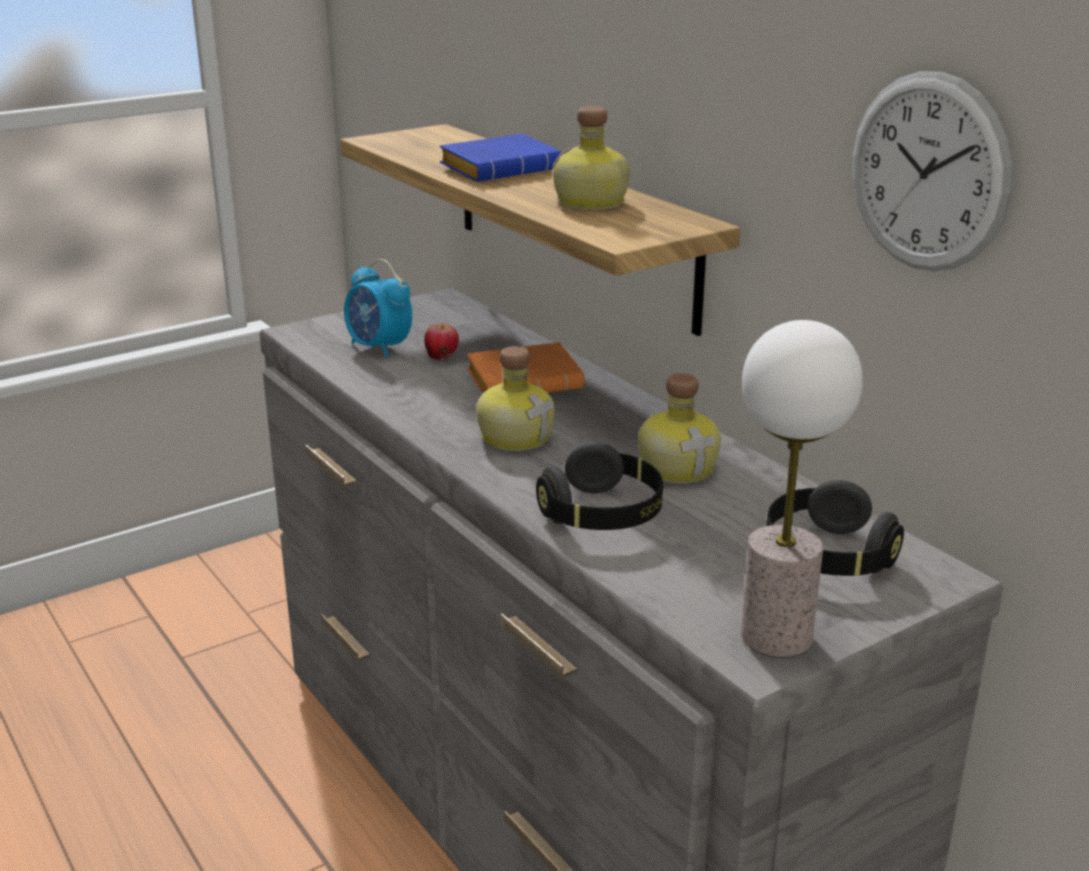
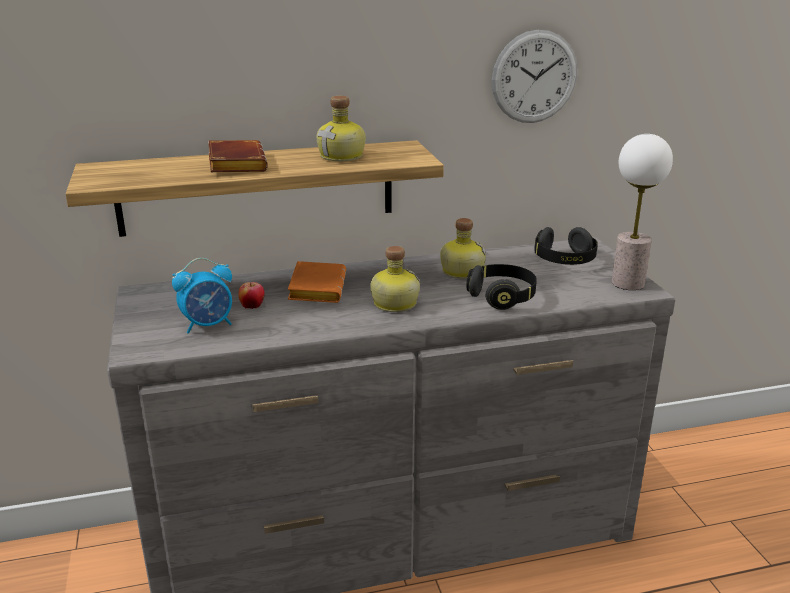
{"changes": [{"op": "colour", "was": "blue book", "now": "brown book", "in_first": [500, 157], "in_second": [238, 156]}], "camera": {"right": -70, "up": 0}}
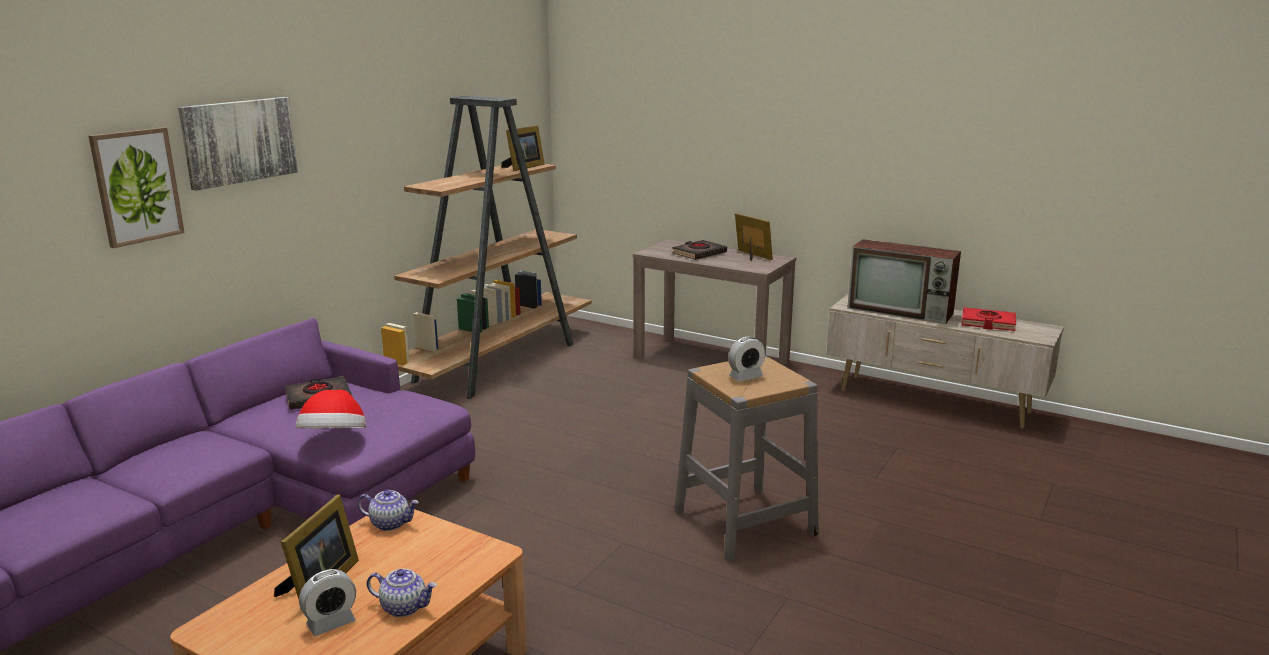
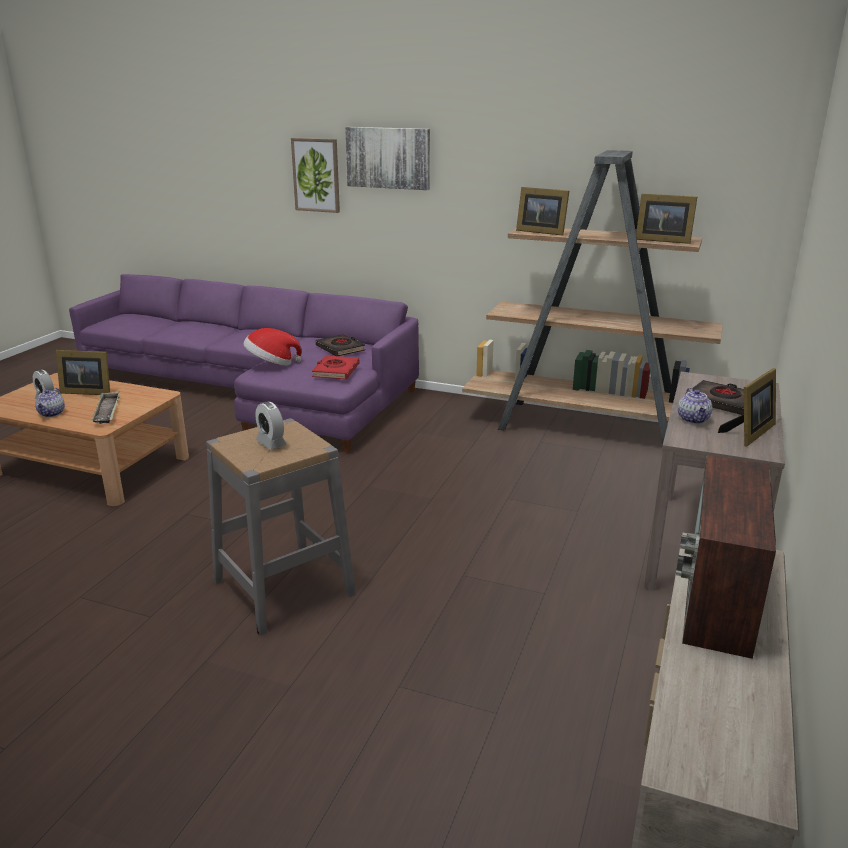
{"changes": [{"op": "appeared", "now": "tray", "in_second": [106, 408]}, {"op": "appeared", "now": "picture frame", "in_second": [542, 211]}, {"op": "relocated", "was": "teapot", "in_first": [388, 510], "in_second": [695, 406]}, {"op": "relocated", "was": "red book", "in_first": [989, 319], "in_second": [335, 367]}], "camera": {"right": 80, "up": 5}}
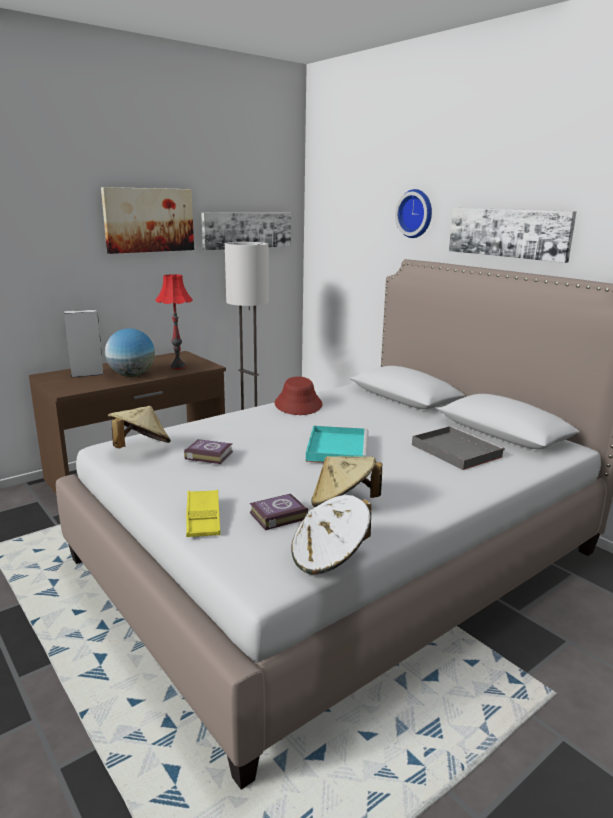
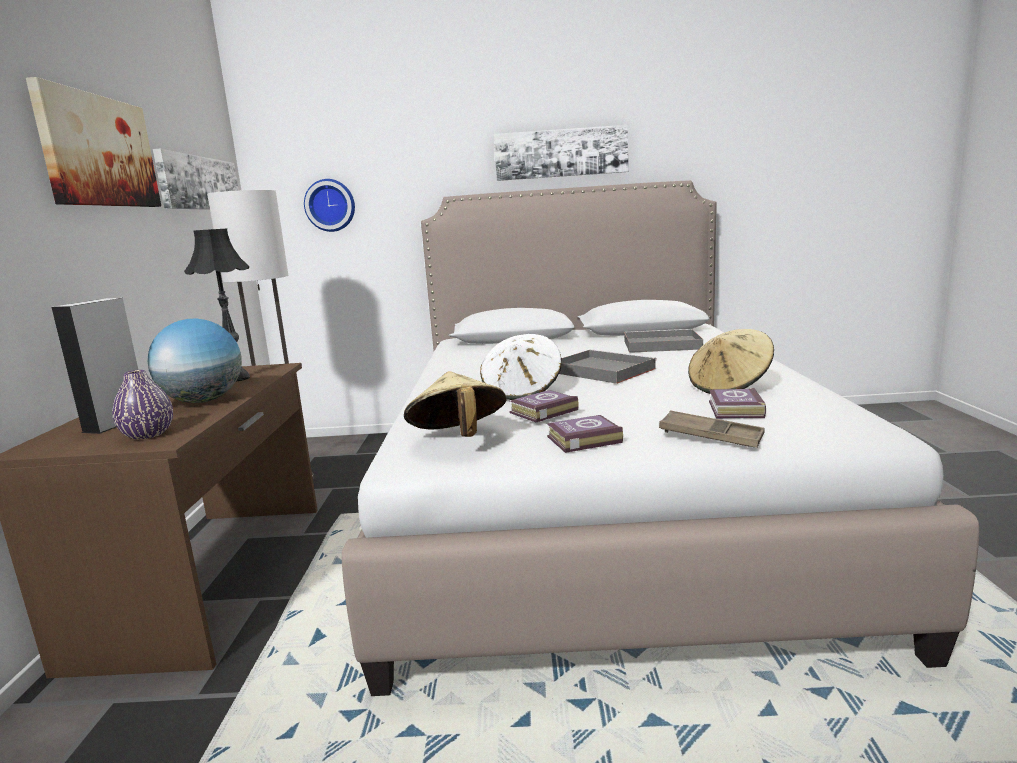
{"changes": [{"op": "missing", "was": "red hat", "in_first": [298, 396]}, {"op": "appeared", "now": "purple vase", "in_second": [142, 405]}, {"op": "appeared", "now": "book", "in_second": [585, 434]}, {"op": "relocated", "was": "white hat", "in_first": [331, 535], "in_second": [521, 367]}, {"op": "relocated", "was": "wall clock", "in_first": [413, 213], "in_second": [329, 205]}, {"op": "colour", "was": "red table lamp", "now": "black table lamp", "in_first": [174, 321], "in_second": [217, 305]}, {"op": "colour", "was": "yellow tray", "now": "brown tray", "in_first": [203, 513], "in_second": [712, 429]}, {"op": "colour", "was": "turquoise tray", "now": "grey tray", "in_first": [337, 444], "in_second": [608, 366]}], "camera": {"right": -50, "up": -5}}
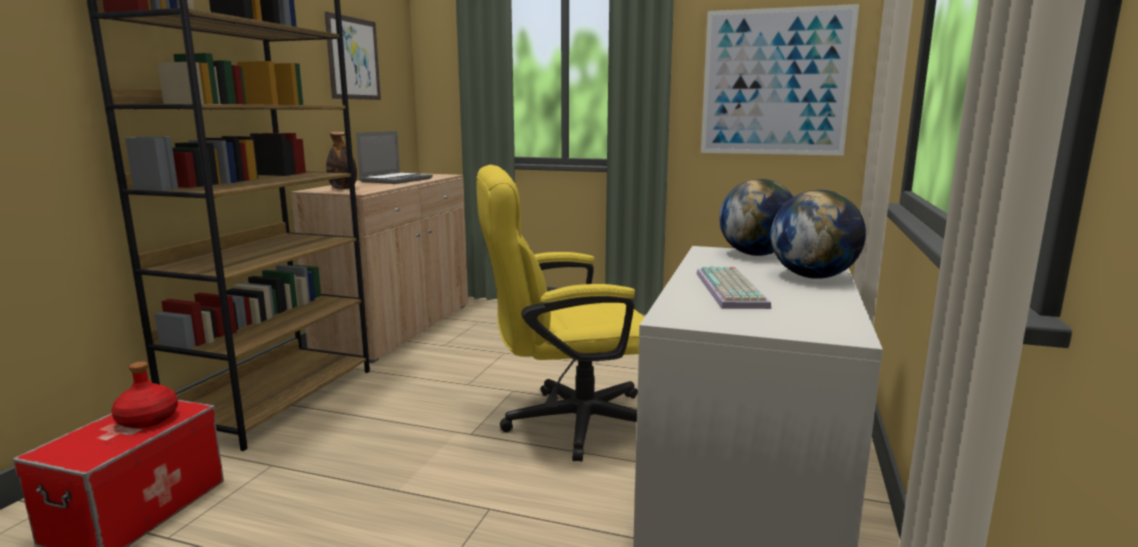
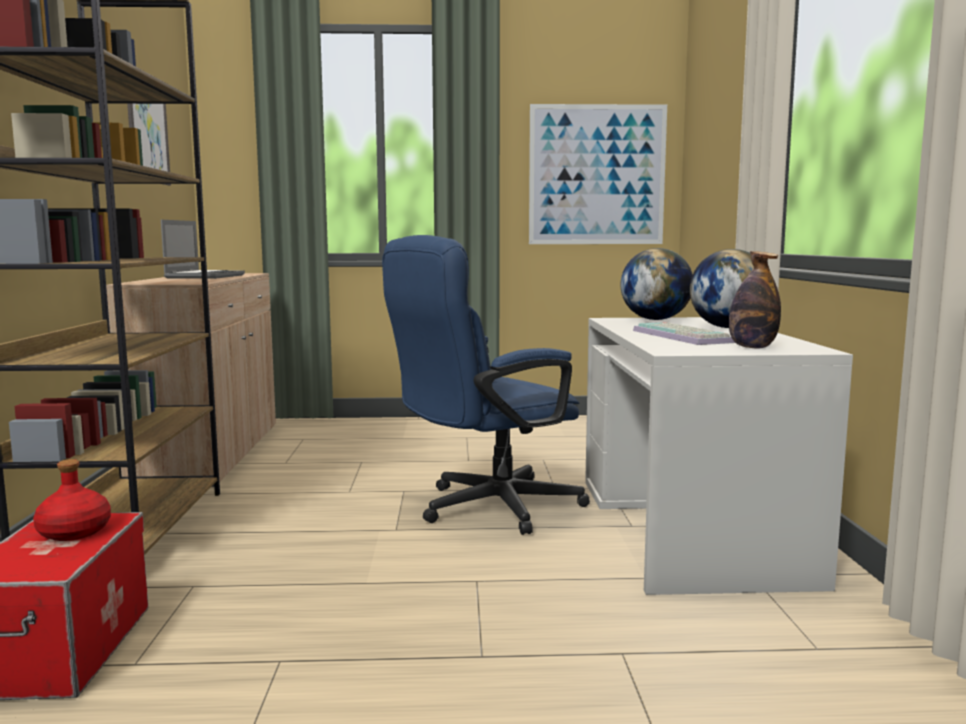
{"changes": [{"op": "relocated", "was": "bottle", "in_first": [341, 160], "in_second": [755, 300]}, {"op": "colour", "was": "yellow office chair", "now": "blue office chair", "in_first": [560, 313], "in_second": [486, 385]}], "camera": {"right": -20, "up": -5}}
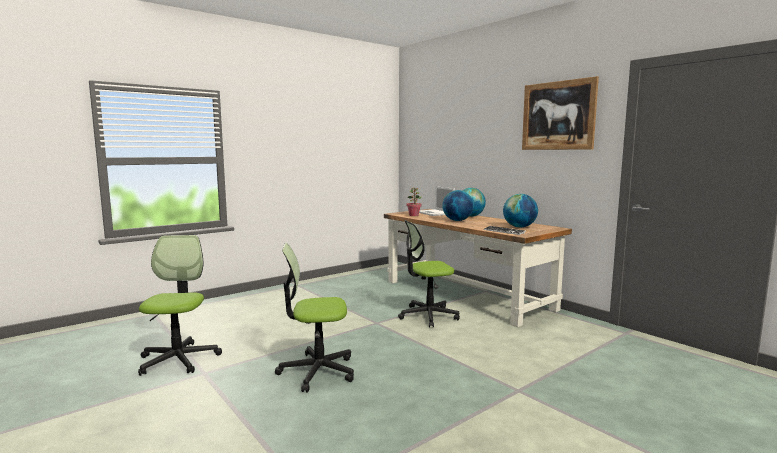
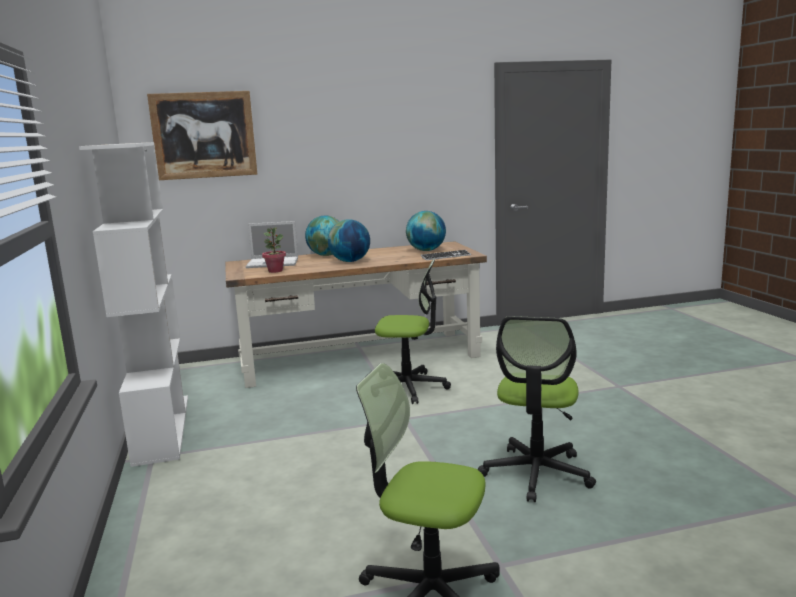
{"changes": [{"op": "appeared", "now": "white bookcase", "in_second": [133, 304]}, {"op": "relocated", "was": "picture", "in_first": [560, 113], "in_second": [202, 135]}, {"op": "spun", "was": "office chair", "in_first": [429, 273], "in_second": [413, 331], "clockwise": -90}], "camera": {"right": -65, "up": 5}}
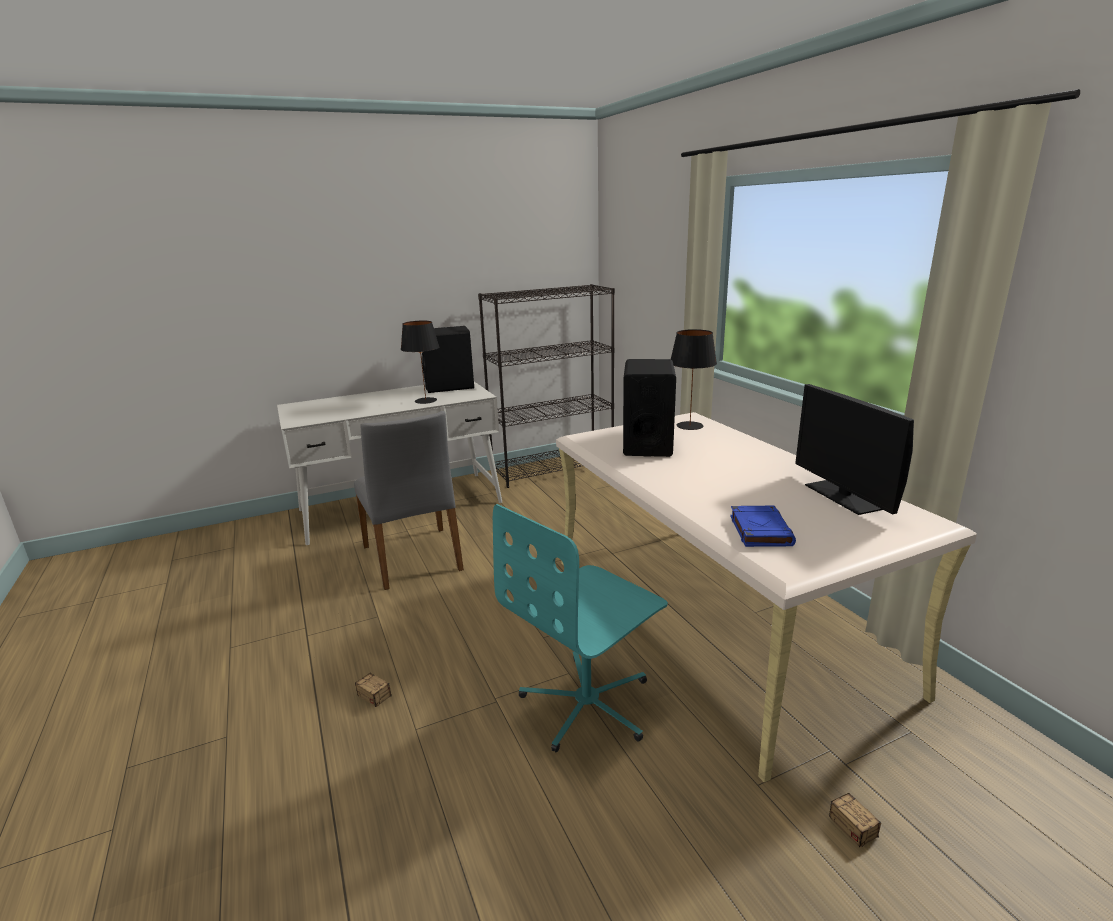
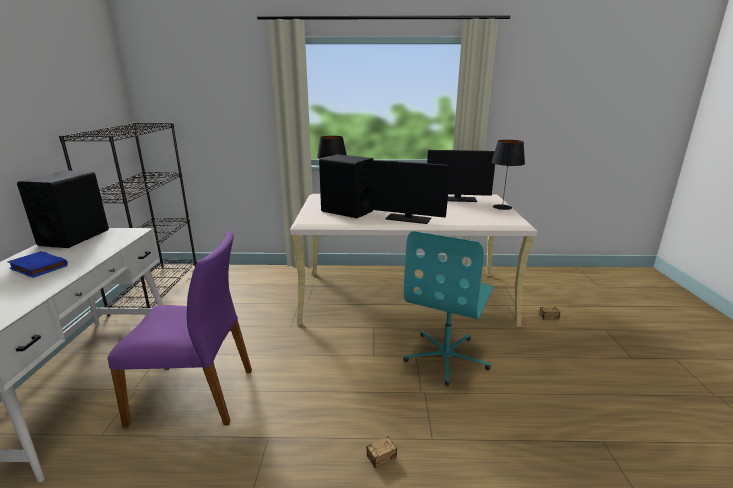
{"changes": [{"op": "appeared", "now": "monitor", "in_second": [411, 192]}, {"op": "relocated", "was": "black table lamp", "in_first": [420, 362], "in_second": [508, 175]}, {"op": "relocated", "was": "blue book", "in_first": [763, 526], "in_second": [37, 264]}, {"op": "colour", "was": "grey chair", "now": "purple chair", "in_first": [409, 500], "in_second": [180, 329]}, {"op": "spun", "was": "turquoise office chair", "in_first": [580, 628], "in_second": [448, 308], "clockwise": 45}], "camera": {"right": -65, "up": 0}}
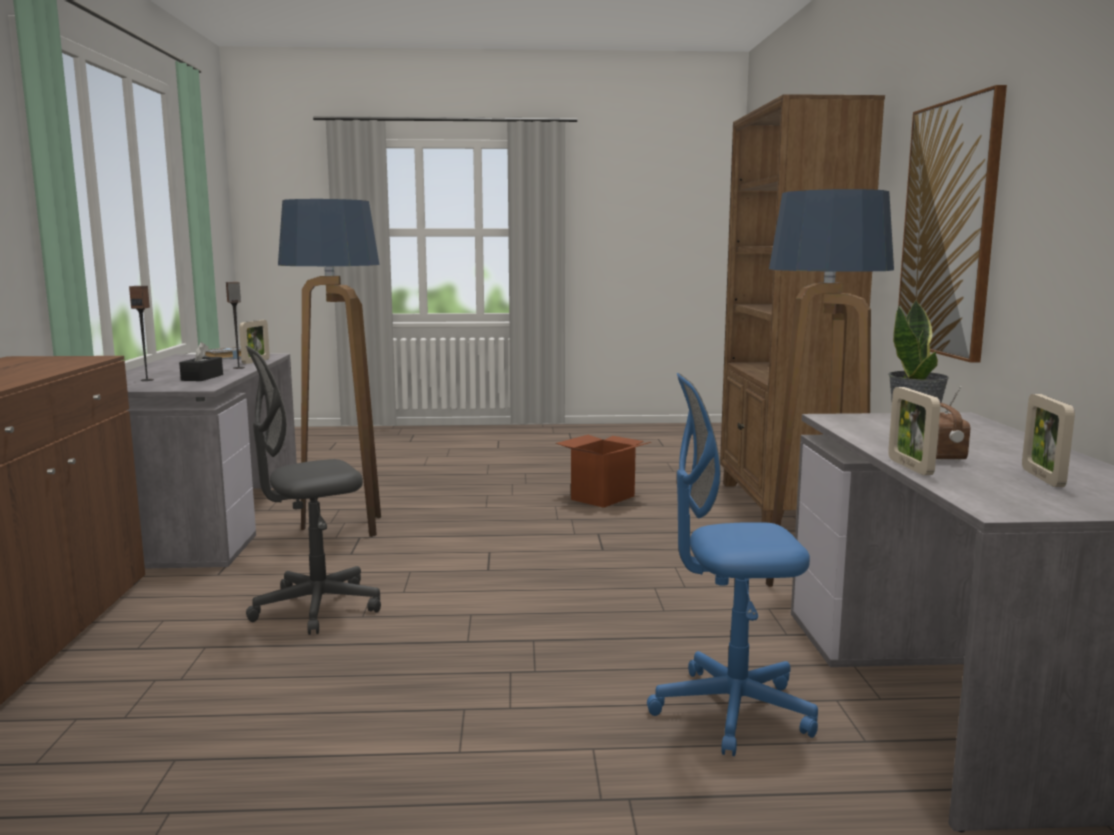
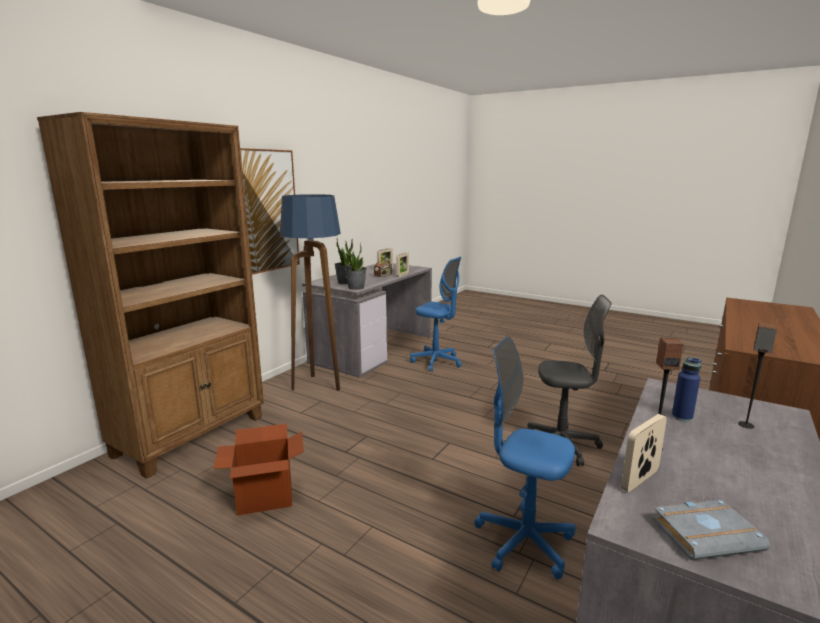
{"changes": [{"op": "appeared", "now": "potted plant", "in_second": [356, 265]}, {"op": "exchanged", "was": "black tissue box", "now": "blue bottle", "in_first": [201, 361], "in_second": [687, 389]}, {"op": "exchanged", "was": "floor lamp", "now": "blue office chair", "in_first": [329, 368], "in_second": [525, 457]}], "camera": {"right": -145, "up": 5}}
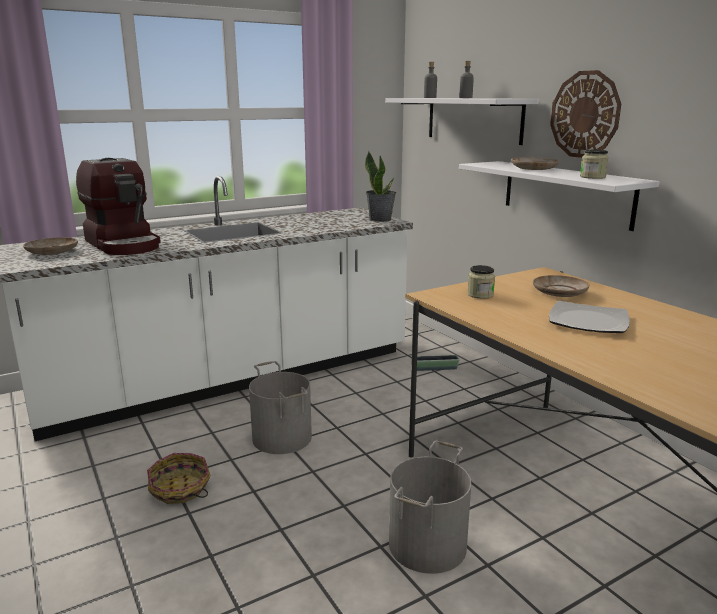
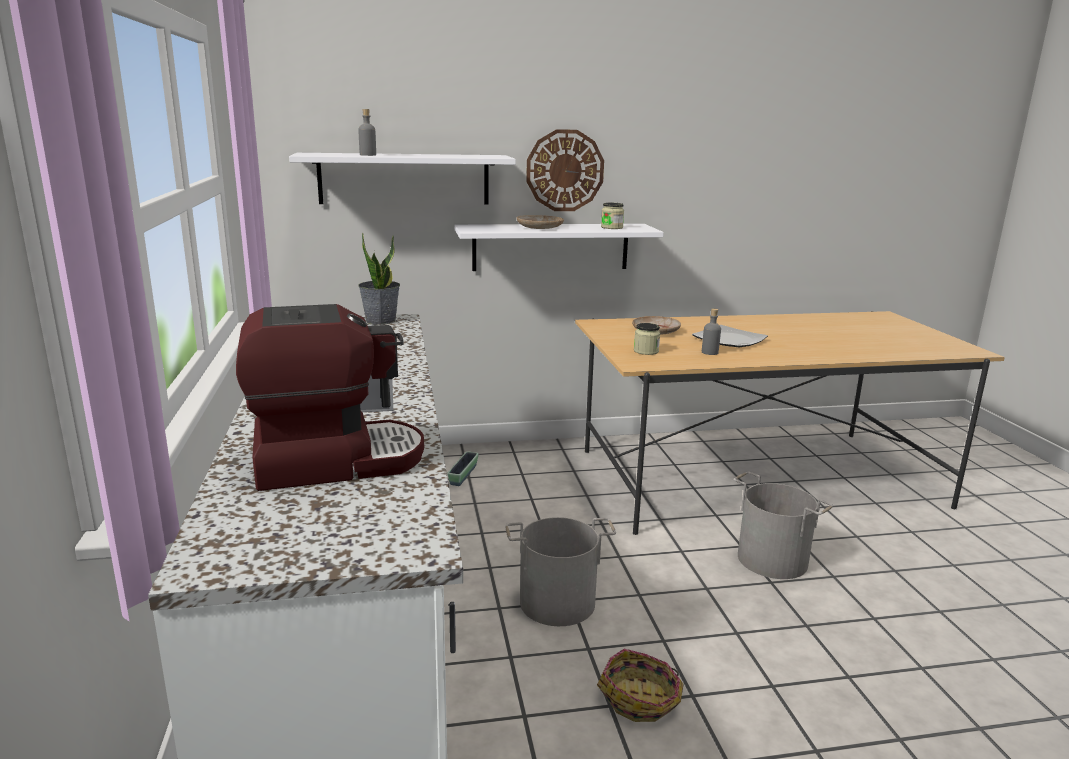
{"changes": [{"op": "missing", "was": "beige plate", "in_first": [50, 246]}, {"op": "relocated", "was": "grey bottle", "in_first": [466, 79], "in_second": [711, 331]}], "camera": {"right": -70, "up": 0}}
